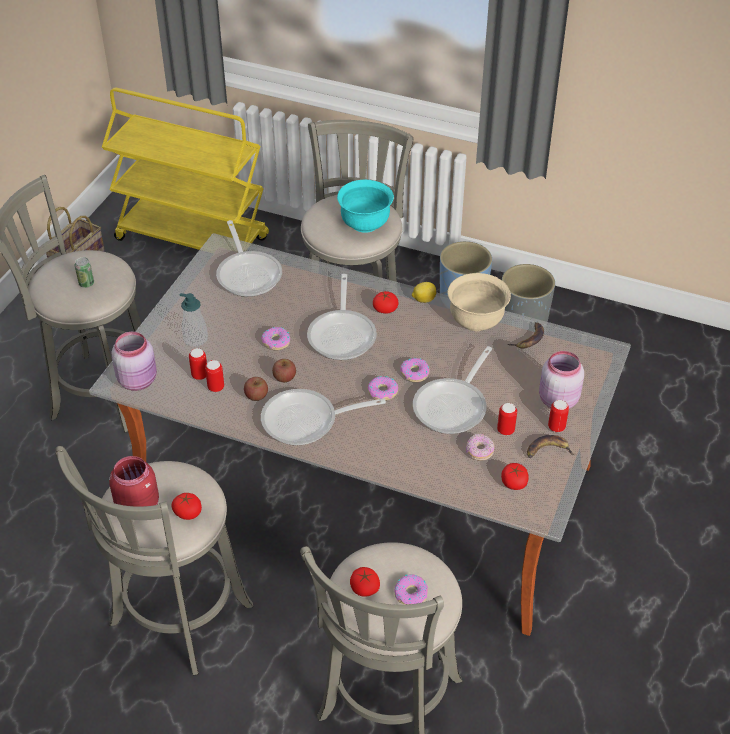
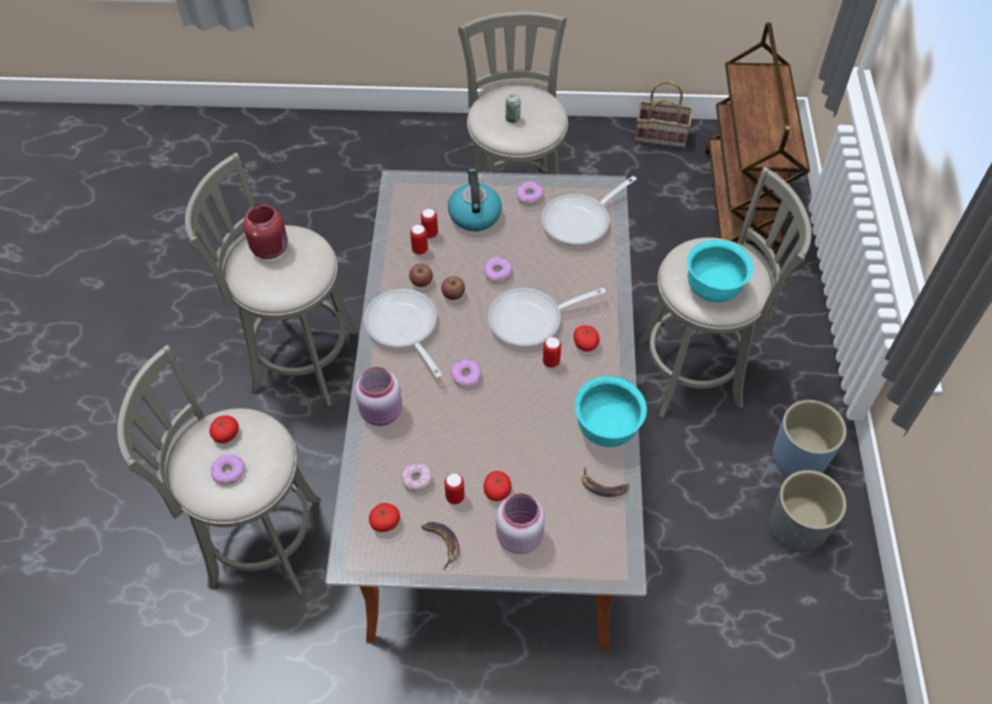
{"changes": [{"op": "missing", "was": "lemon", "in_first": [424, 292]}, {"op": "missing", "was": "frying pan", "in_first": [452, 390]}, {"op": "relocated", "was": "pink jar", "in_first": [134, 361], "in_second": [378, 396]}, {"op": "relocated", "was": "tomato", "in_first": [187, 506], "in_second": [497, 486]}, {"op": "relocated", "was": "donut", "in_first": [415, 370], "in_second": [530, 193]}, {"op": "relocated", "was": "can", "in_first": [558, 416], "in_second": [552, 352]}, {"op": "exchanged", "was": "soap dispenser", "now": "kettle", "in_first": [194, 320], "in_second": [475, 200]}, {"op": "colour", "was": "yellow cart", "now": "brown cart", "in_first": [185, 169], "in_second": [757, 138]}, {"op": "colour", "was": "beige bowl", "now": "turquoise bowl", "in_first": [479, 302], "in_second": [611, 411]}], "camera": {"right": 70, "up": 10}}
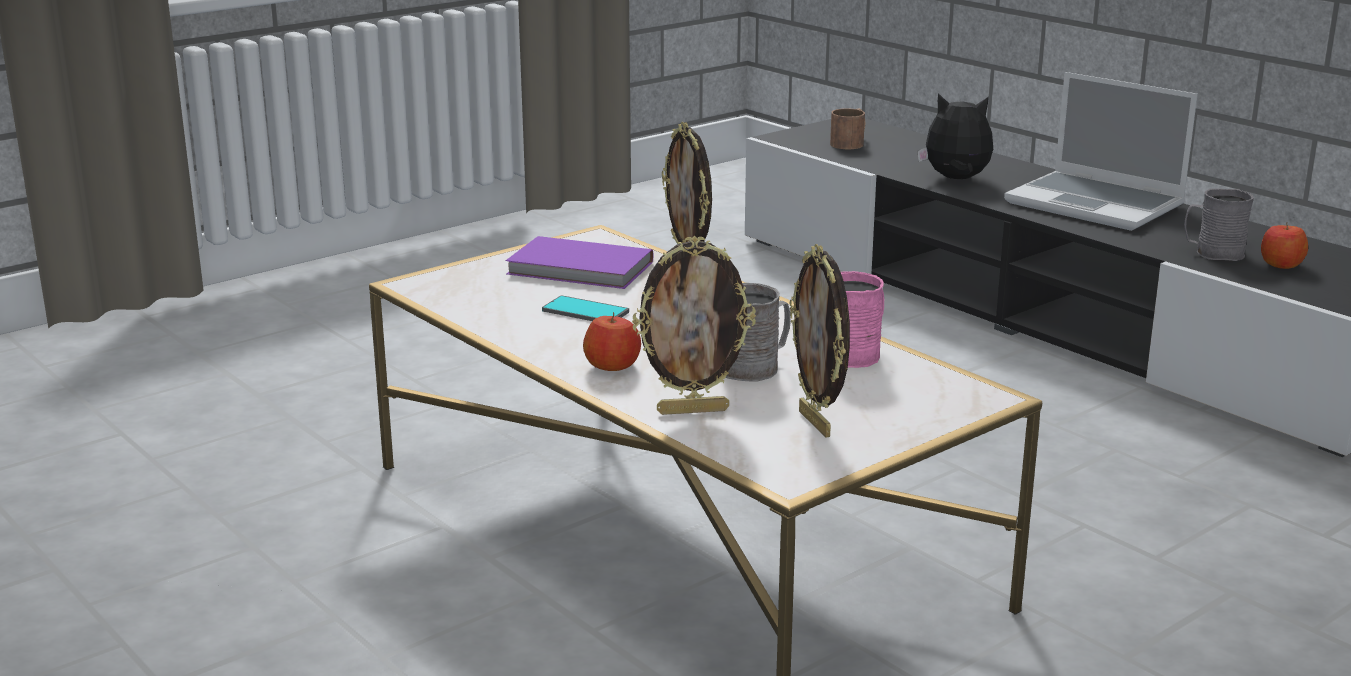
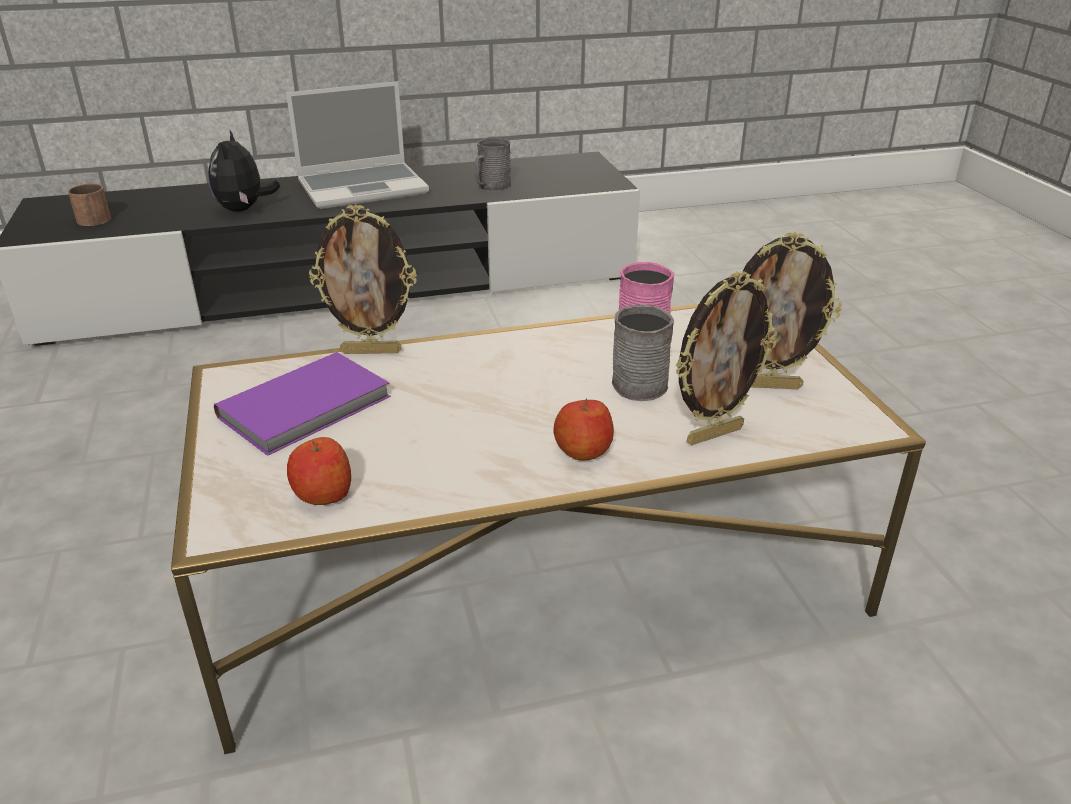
{"changes": [{"op": "missing", "was": "phone", "in_first": [585, 308]}, {"op": "relocated", "was": "apple", "in_first": [1284, 245], "in_second": [319, 471]}, {"op": "spun", "was": "picture frame", "in_first": [694, 325], "in_second": [726, 358], "clockwise": 45}, {"op": "spun", "was": "plush toy", "in_first": [955, 136], "in_second": [244, 170], "clockwise": -45}], "camera": {"right": -65, "up": 10}}
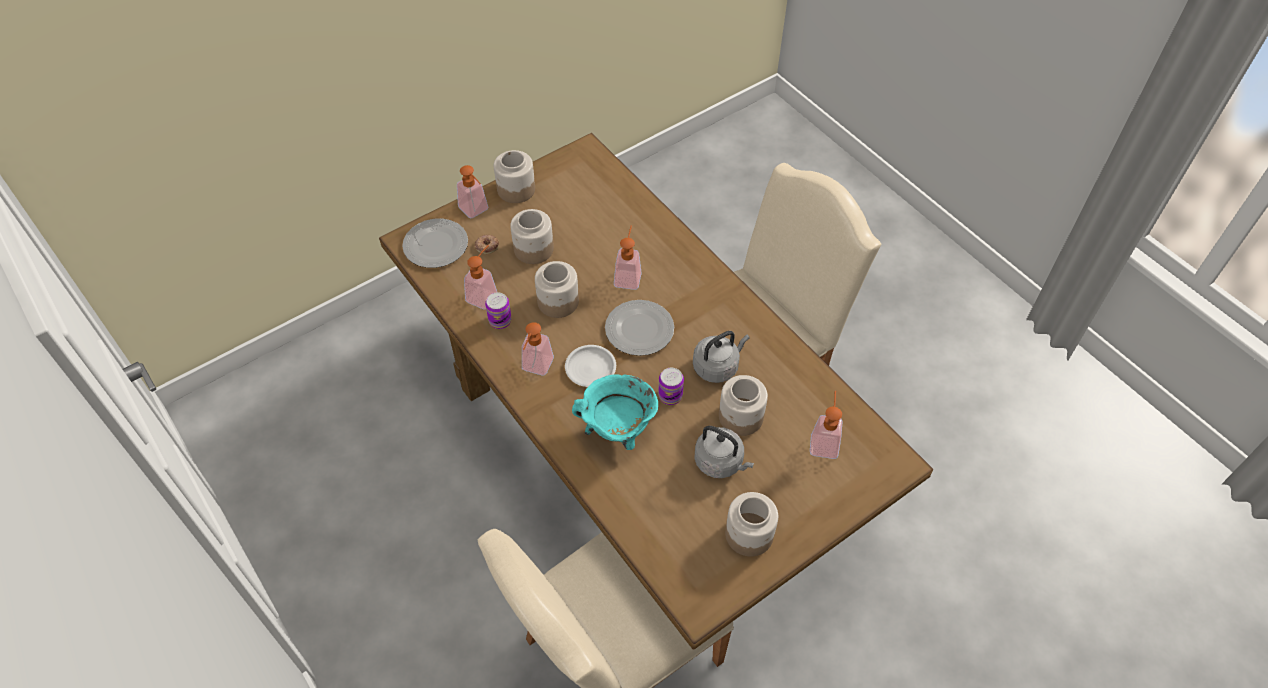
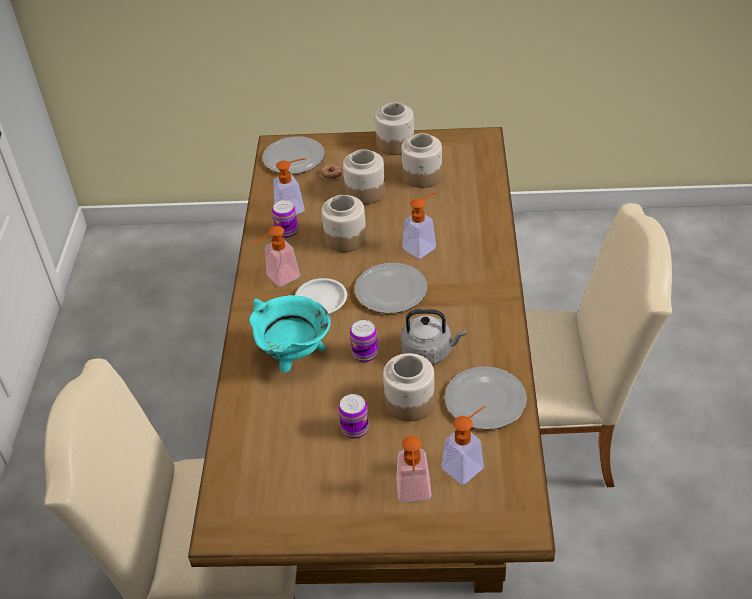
{"changes": [{"op": "appeared", "now": "plate", "in_second": [486, 398]}, {"op": "relocated", "was": "soap dispenser", "in_first": [473, 191], "in_second": [413, 469]}, {"op": "relocated", "was": "jar", "in_first": [751, 524], "in_second": [421, 160]}, {"op": "exchanged", "was": "grey kettle", "now": "can", "in_first": [724, 452], "in_second": [353, 416]}], "camera": {"right": 40, "up": -10}}
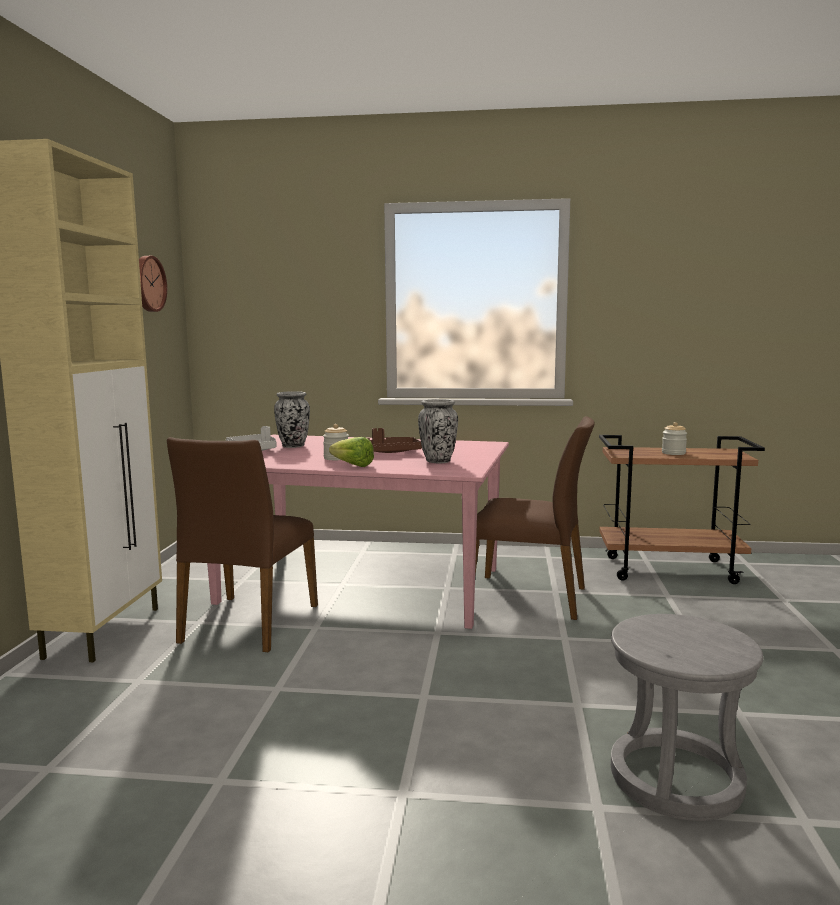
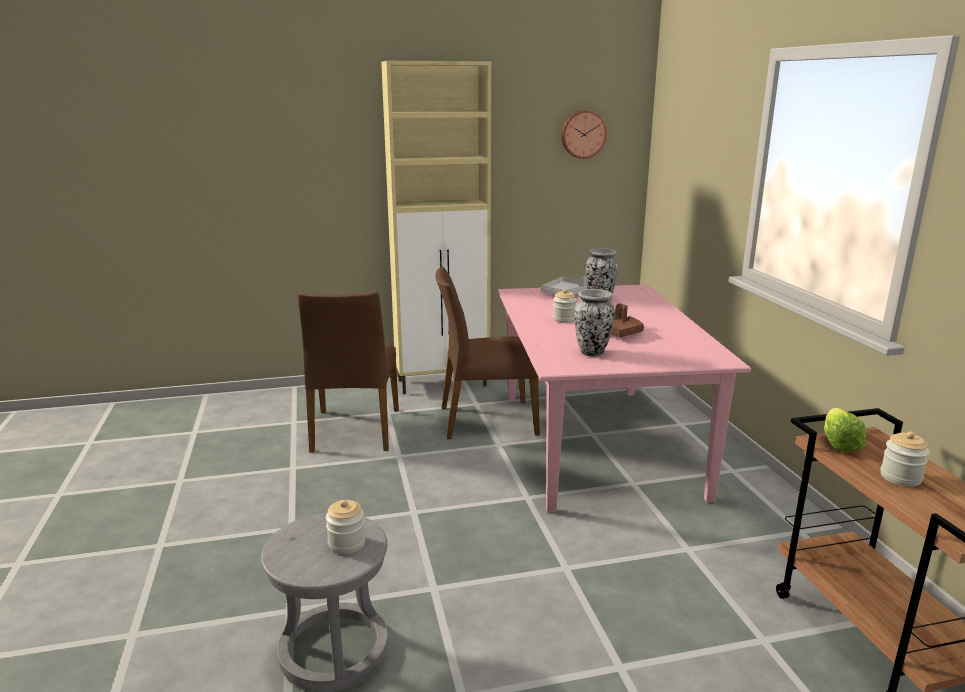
{"changes": [{"op": "appeared", "now": "jar", "in_second": [345, 527]}, {"op": "relocated", "was": "lettuce", "in_first": [351, 452], "in_second": [845, 430]}, {"op": "relocated", "was": "brown chair", "in_first": [534, 518], "in_second": [348, 372]}], "camera": {"right": 70, "up": 10}}
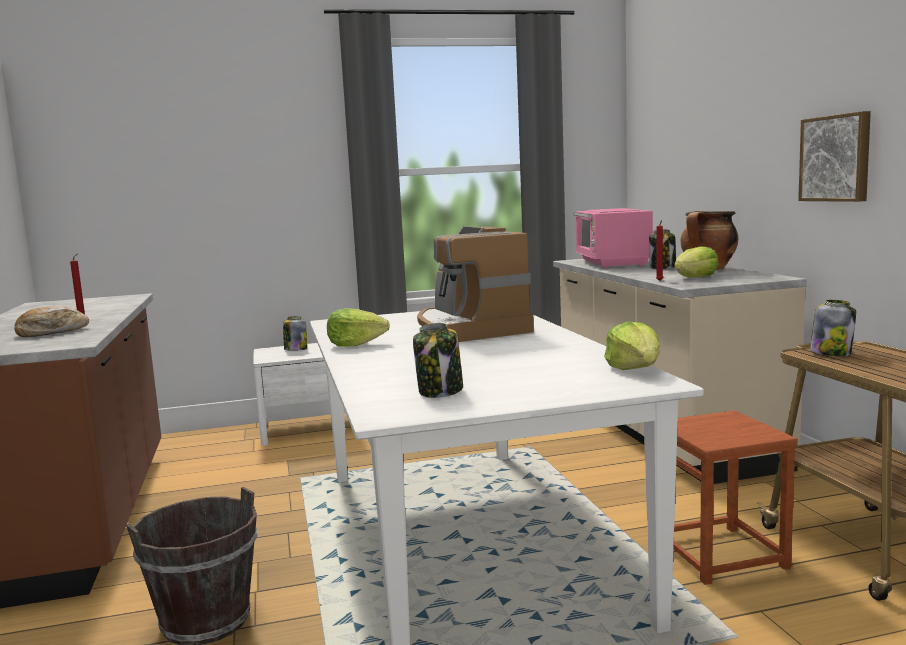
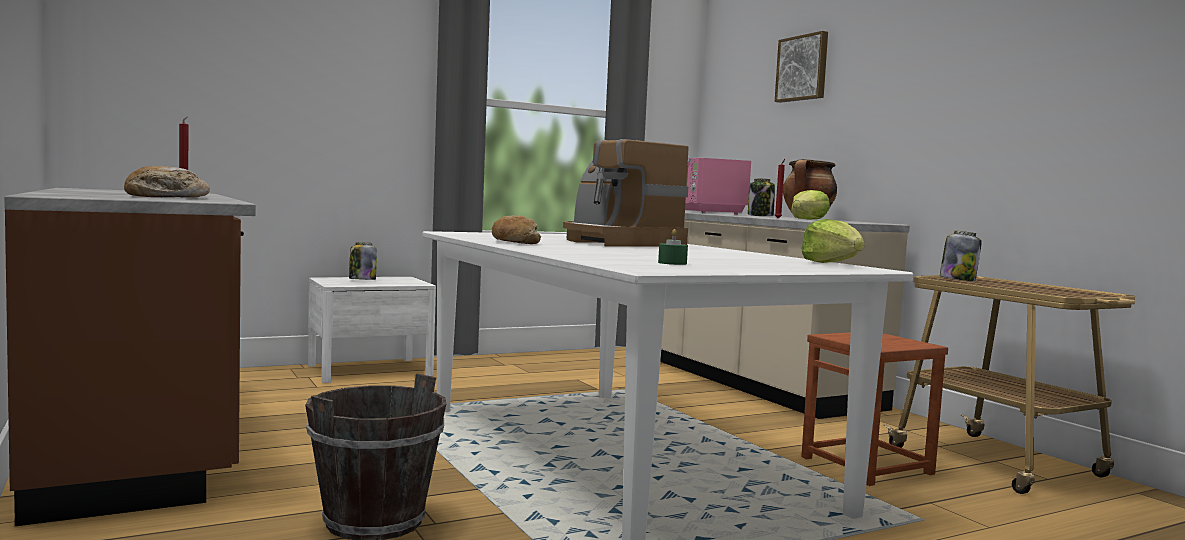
{"changes": [{"op": "relocated", "was": "picture", "in_first": [834, 156], "in_second": [801, 67]}, {"op": "exchanged", "was": "lettuce", "now": "bread", "in_first": [358, 327], "in_second": [516, 229]}, {"op": "exchanged", "was": "jar", "now": "green candle", "in_first": [438, 360], "in_second": [673, 247]}], "camera": {"right": -15, "up": -5}}
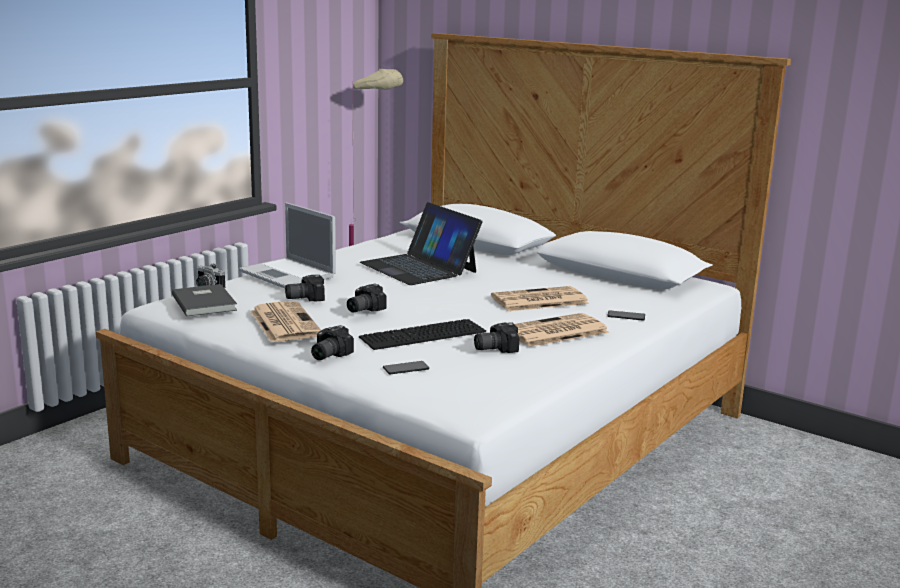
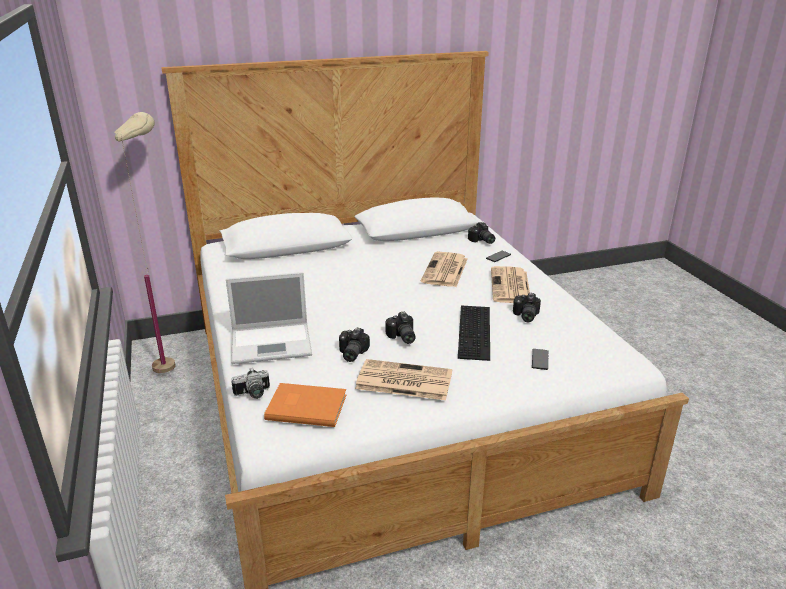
{"changes": [{"op": "missing", "was": "laptop", "in_first": [421, 243]}, {"op": "relocated", "was": "photo camera", "in_first": [332, 342], "in_second": [481, 233]}, {"op": "colour", "was": "grey book", "now": "orange book", "in_first": [204, 300], "in_second": [305, 405]}], "camera": {"right": -55, "up": 10}}
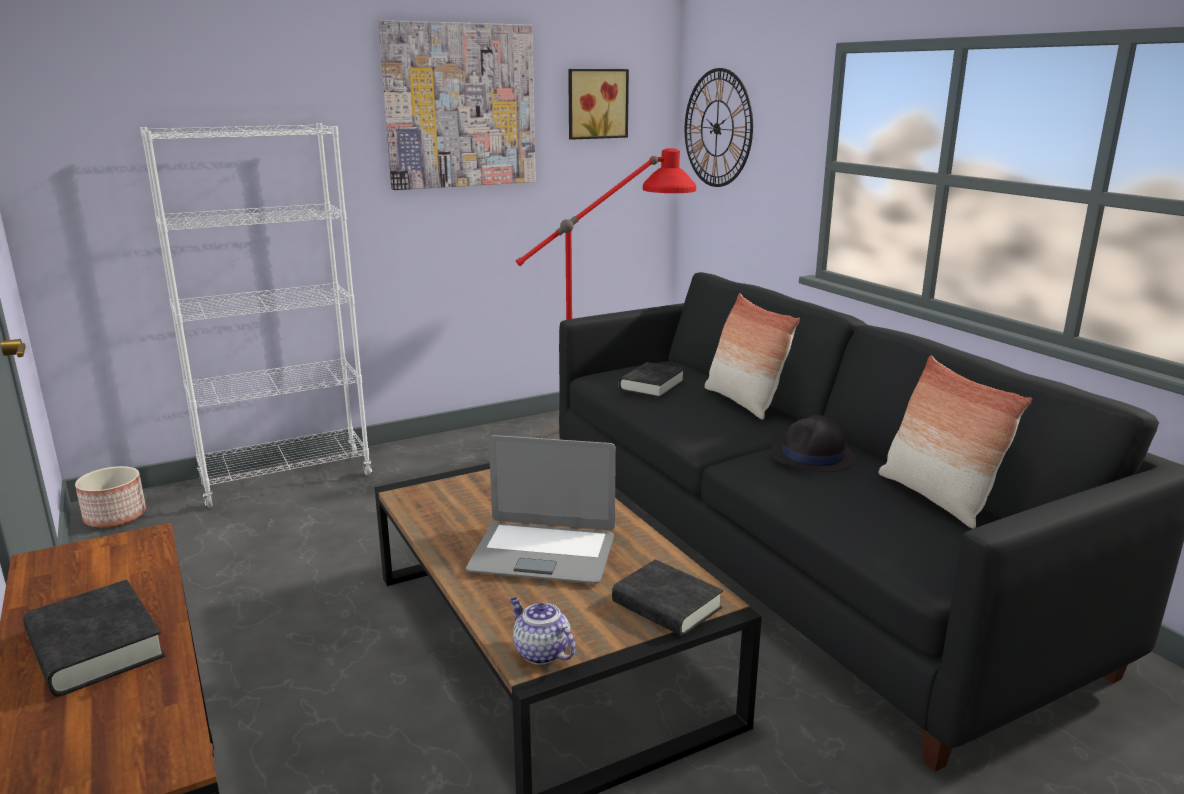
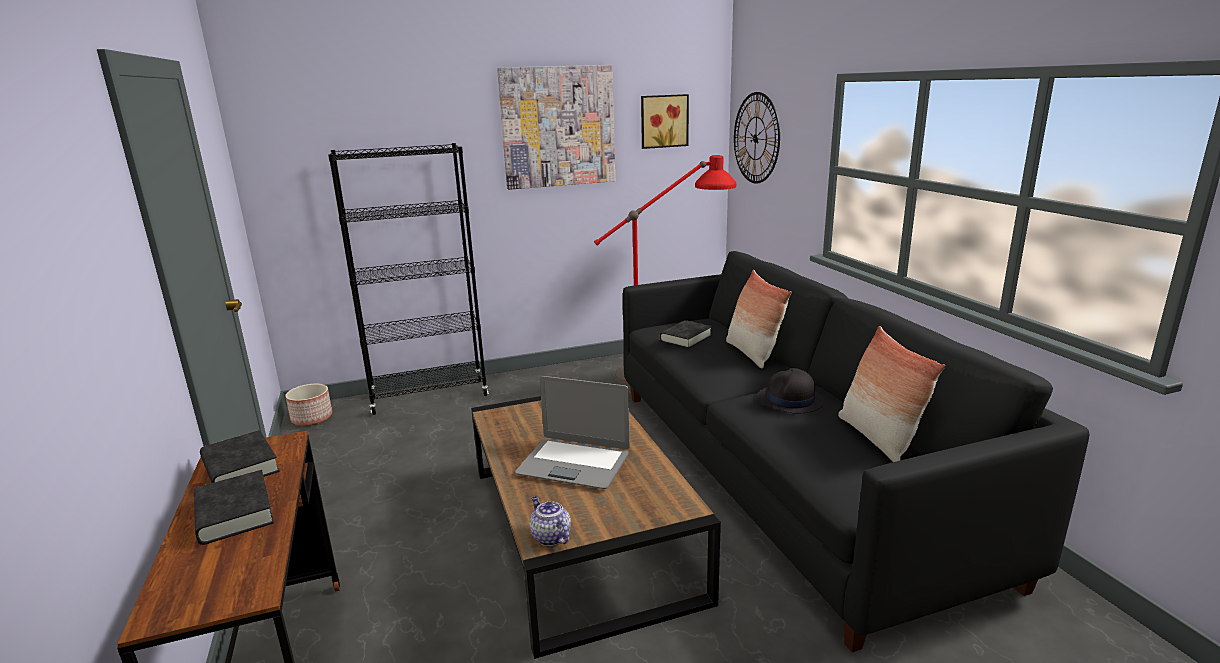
{"changes": [{"op": "relocated", "was": "black book", "in_first": [667, 598], "in_second": [240, 456]}, {"op": "colour", "was": "white bookcase", "now": "black bookcase", "in_first": [256, 315], "in_second": [408, 279]}], "camera": {"right": 10, "up": 0}}
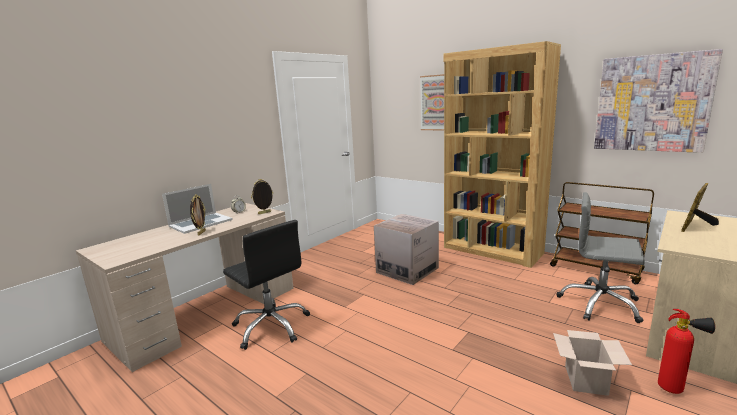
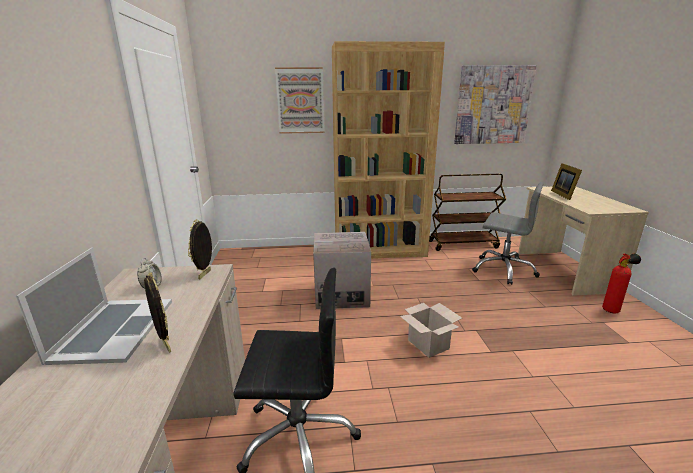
{"changes": [{"op": "relocated", "was": "cardboard box", "in_first": [592, 363], "in_second": [431, 330]}, {"op": "spun", "was": "grey office chair", "in_first": [600, 257], "in_second": [508, 233], "clockwise": -135}], "camera": {"right": -45, "up": 5}}
